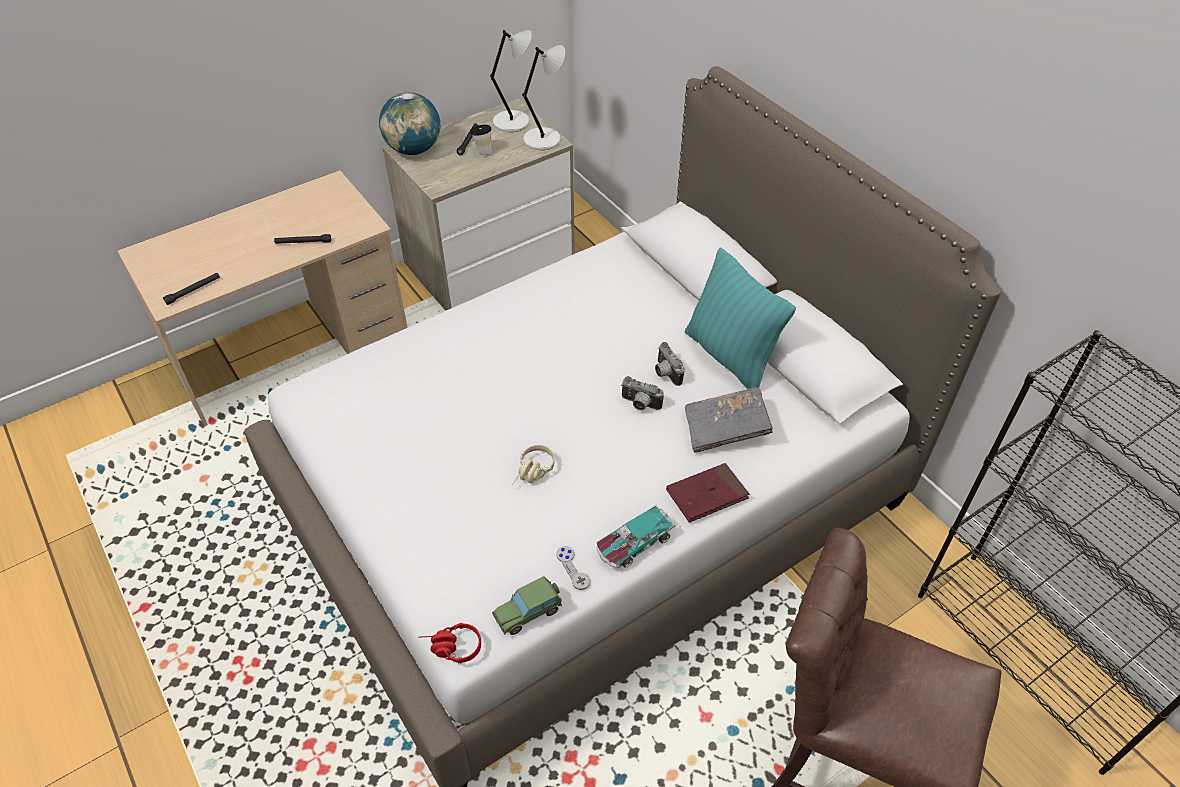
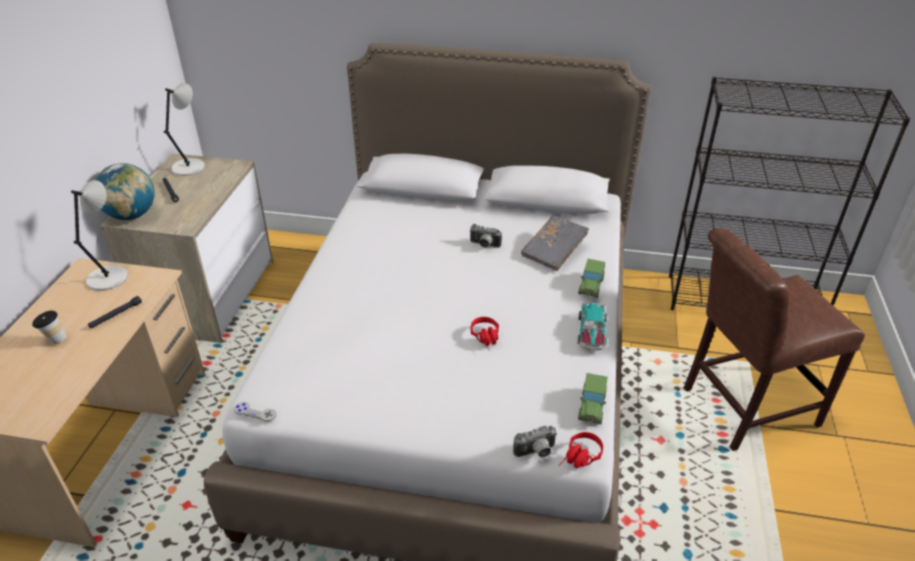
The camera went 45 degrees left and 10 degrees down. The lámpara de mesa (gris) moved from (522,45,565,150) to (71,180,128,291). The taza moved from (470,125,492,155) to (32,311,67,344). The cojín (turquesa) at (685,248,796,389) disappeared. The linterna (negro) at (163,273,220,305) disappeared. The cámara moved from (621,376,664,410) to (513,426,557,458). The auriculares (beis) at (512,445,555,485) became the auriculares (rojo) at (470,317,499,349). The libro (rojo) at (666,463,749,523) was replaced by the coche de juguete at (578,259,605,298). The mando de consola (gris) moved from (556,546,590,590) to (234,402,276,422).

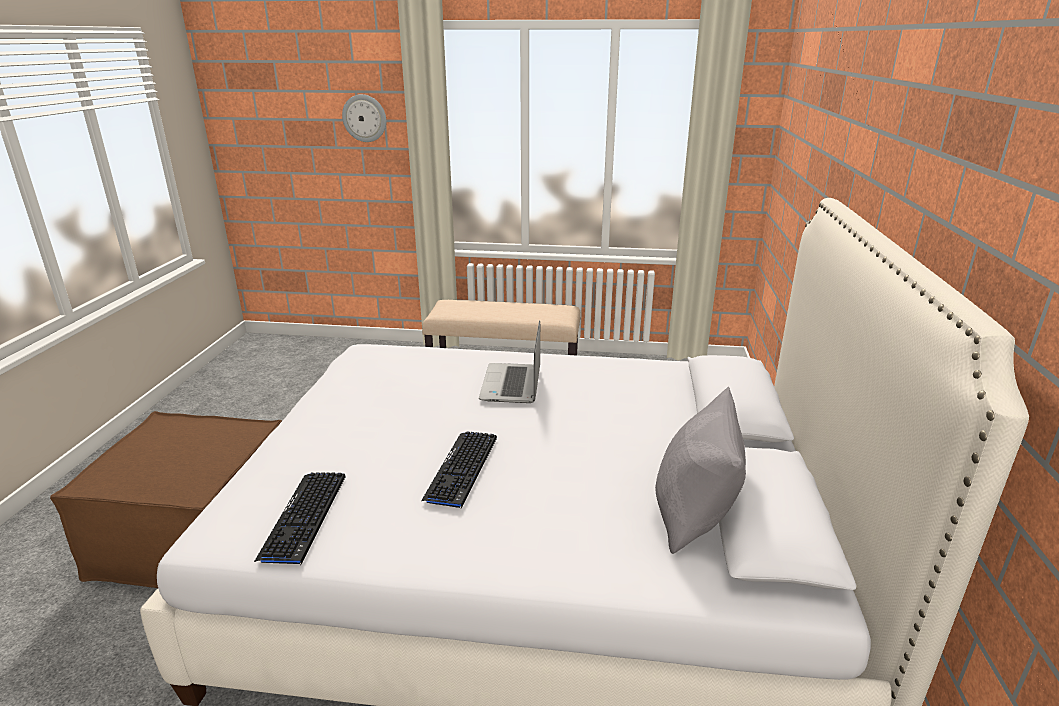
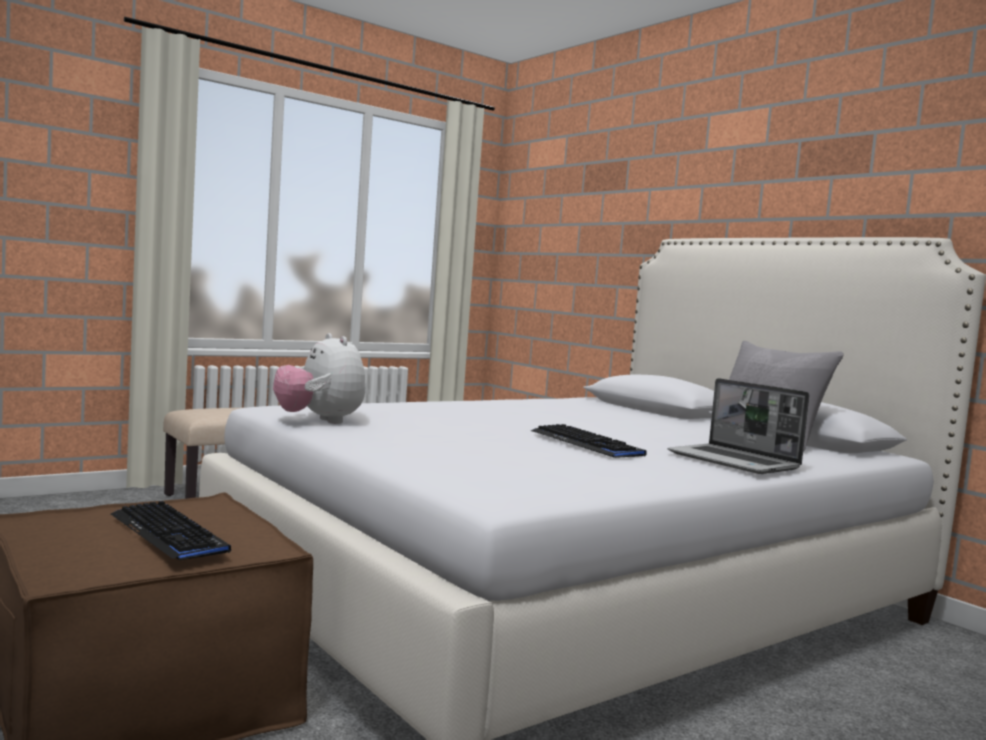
The camera went 45 degrees left and 20 degrees down. The reloj de pared at (342,94,386,142) disappeared. The portátil moved from (479,320,540,403) to (668,378,809,474). The teclado moved from (254,472,346,564) to (111,501,231,560). The peluche at (273,333,365,424) appeared.

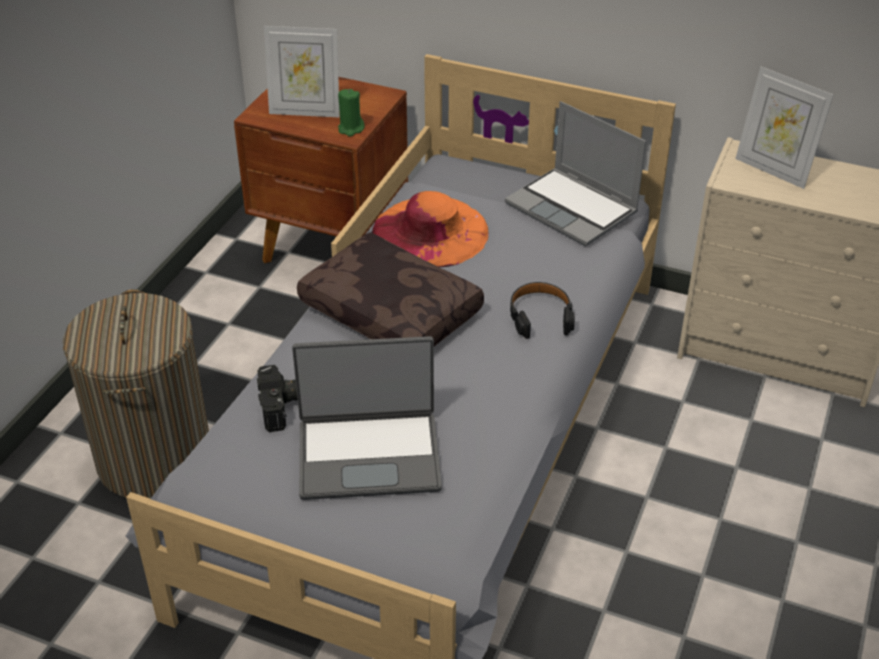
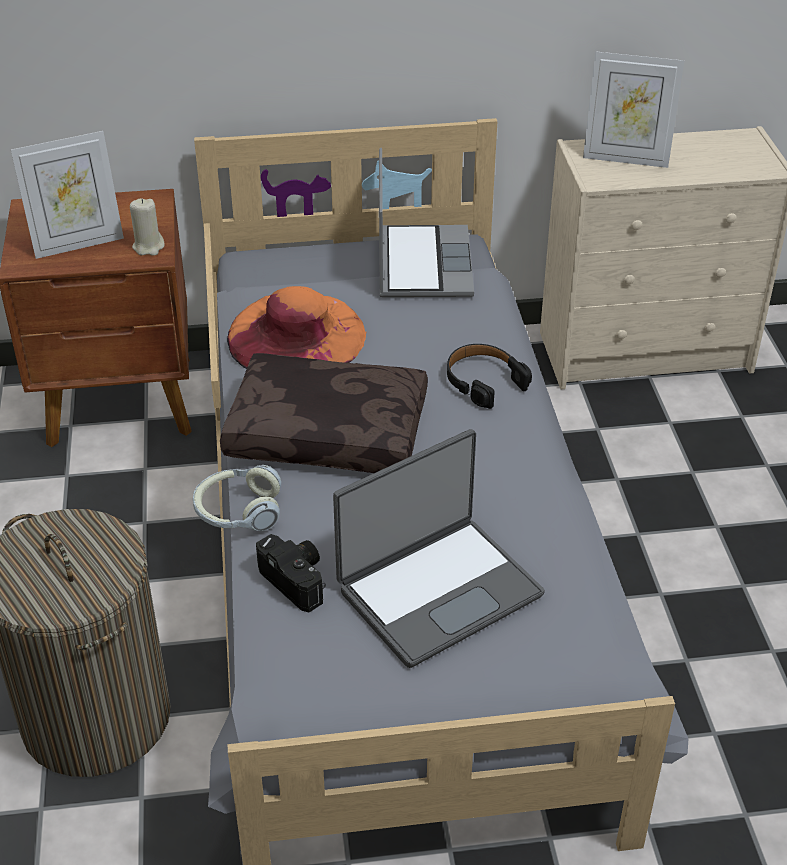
The camera went 30 degrees left and 0 degrees up. The vela (verde) at (338,89,365,137) became the vela (beis) at (130,198,165,256). The portátil at (505,101,646,246) turned 105 degrees counterclockwise. The auriculares at (193,465,281,531) appeared.

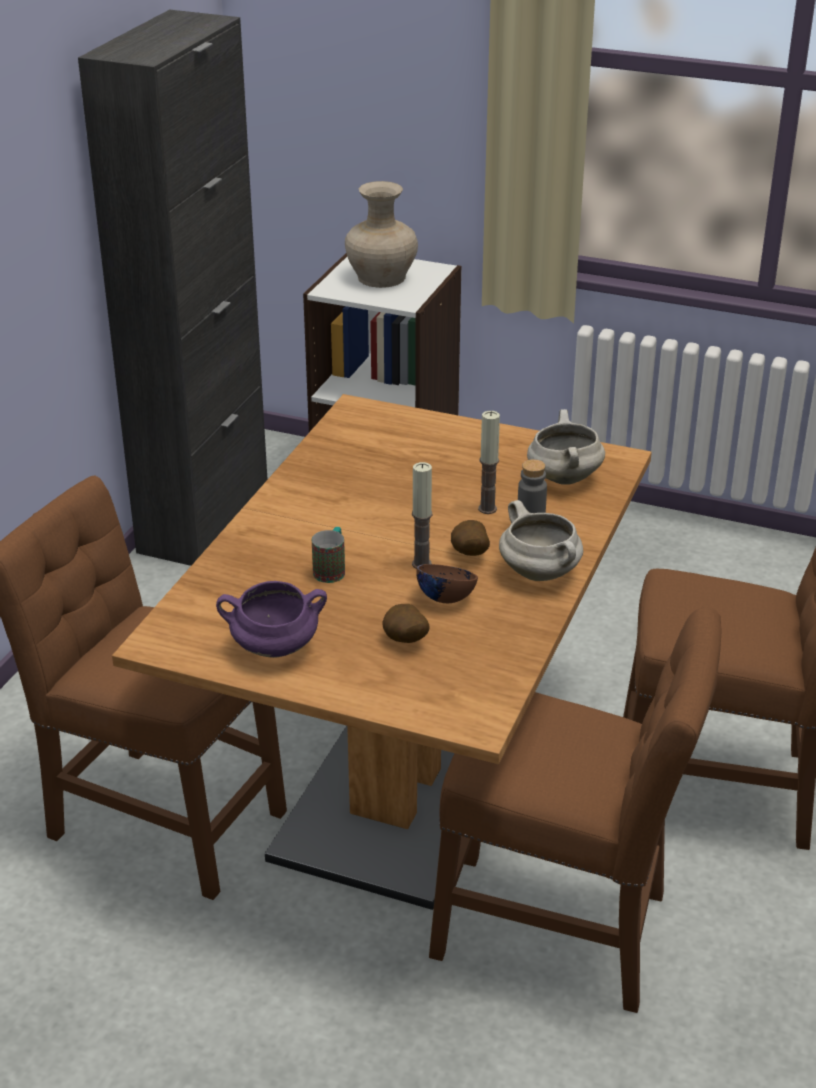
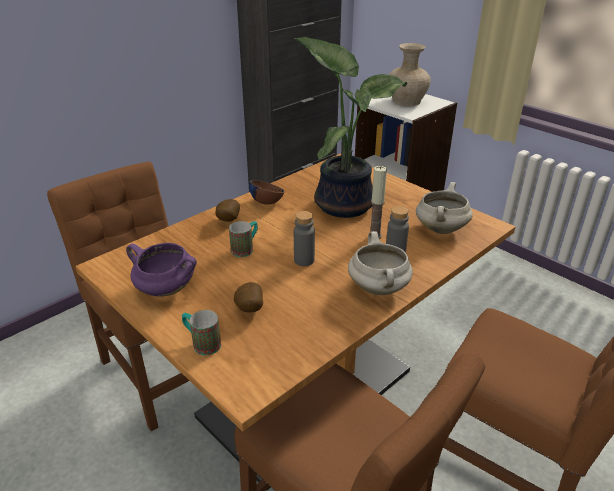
The camera went 25 degrees right and 0 degrees up. The vela at (412,462,432,569) was replaced by the botella (gris) at (294,211,315,266). The patata moved from (451,520,490,556) to (215,199,240,222). The cuenco (marrón) moved from (416,564,478,603) to (249,180,285,205). The planta en maceta at (295,37,407,218) appeared. The taza grande at (182,310,221,356) appeared.

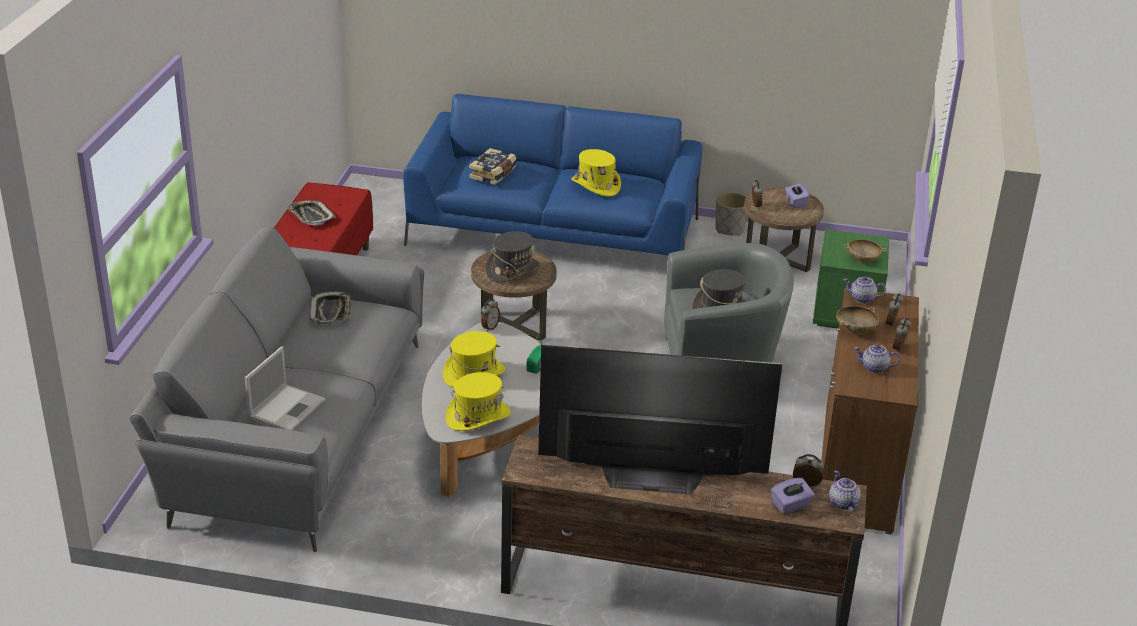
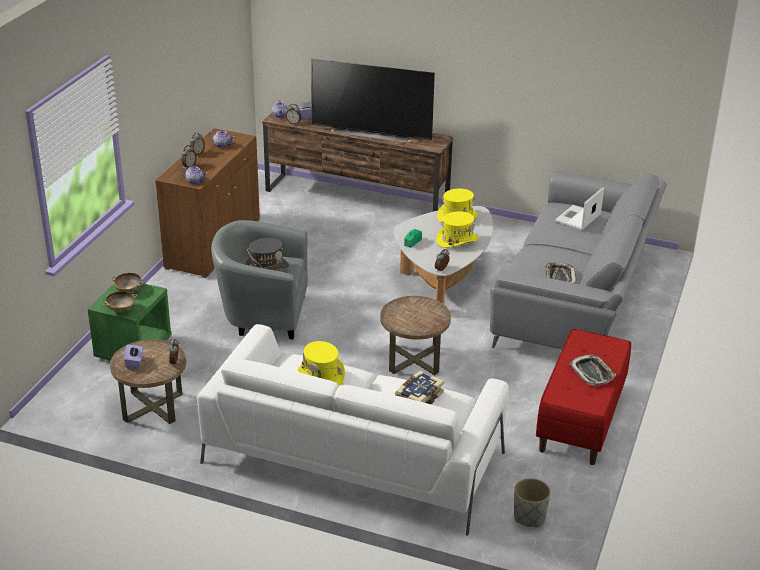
The camera went 170 degrees left and 0 degrees up. The sofá (azul) at (403,94,702,255) became the sofá (blanco) at (197,324,509,536). The maceta (gris) moved from (715,192,747,236) to (514,478,550,528). The sombrero (gris) at (486,231,540,282) disappeared. The cuenco (beis) moved from (836,306,879,333) to (103,291,137,311).

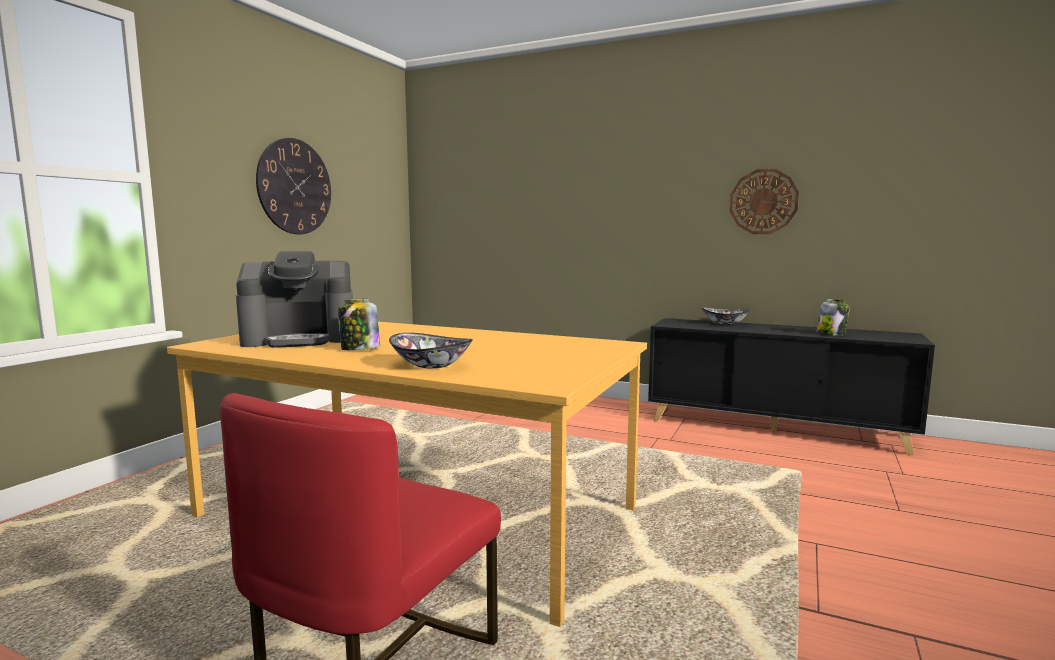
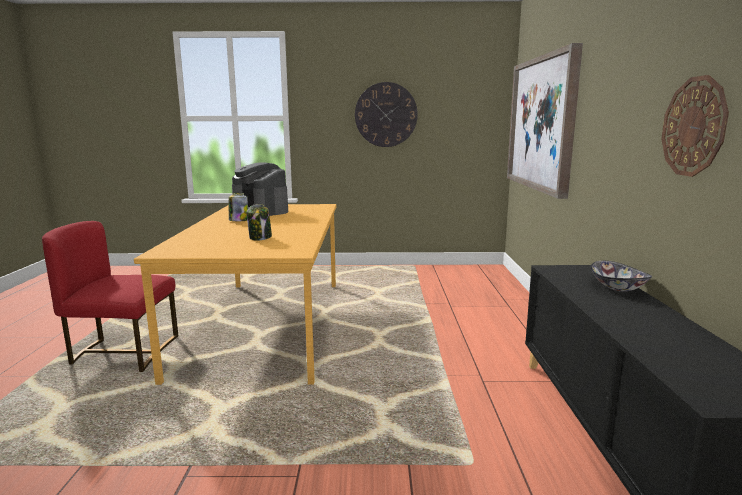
The camera went 65 degrees right and 5 degrees up. The tarro moved from (817,299,850,336) to (247,204,272,240). The cuenco at (389,333,473,369) disappeared. The cuadro at (507,43,583,199) appeared.

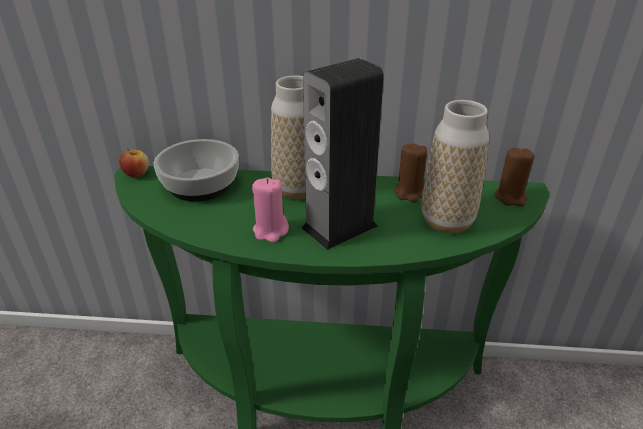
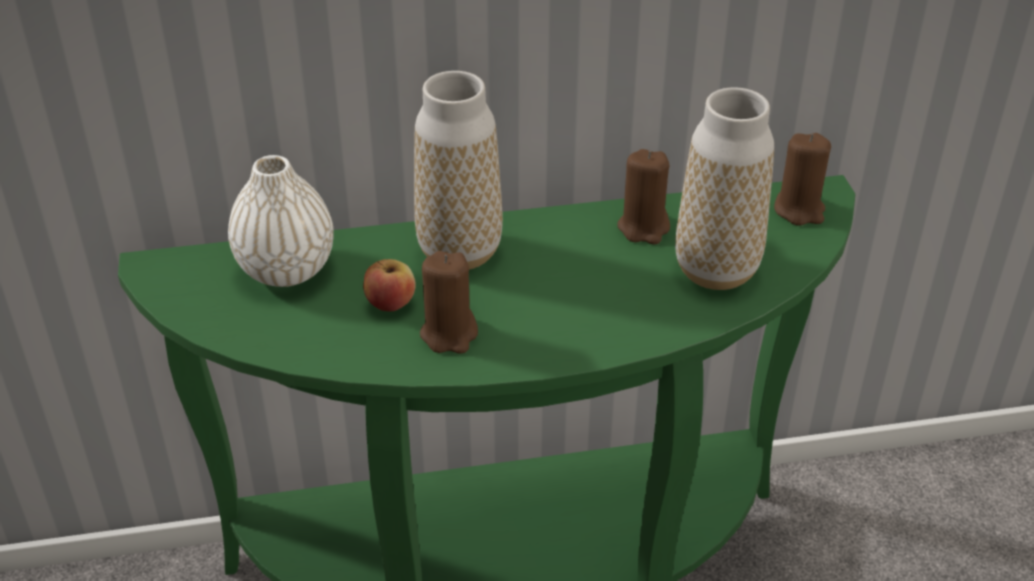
The camera went 15 degrees left and 5 degrees up. The altavoz at (302,58,384,250) disappeared. The cuenco at (154,139,239,202) was replaced by the florero (blanco) at (228,155,334,287). The manzana moved from (119,148,149,177) to (363,259,416,311). The vela (rosa) at (252,178,289,243) became the vela (marrón) at (420,251,478,354).

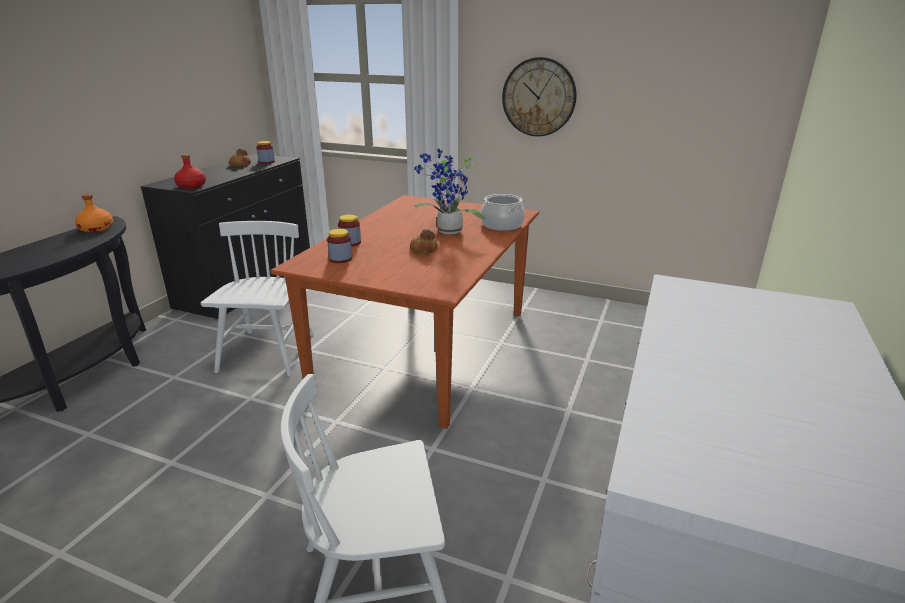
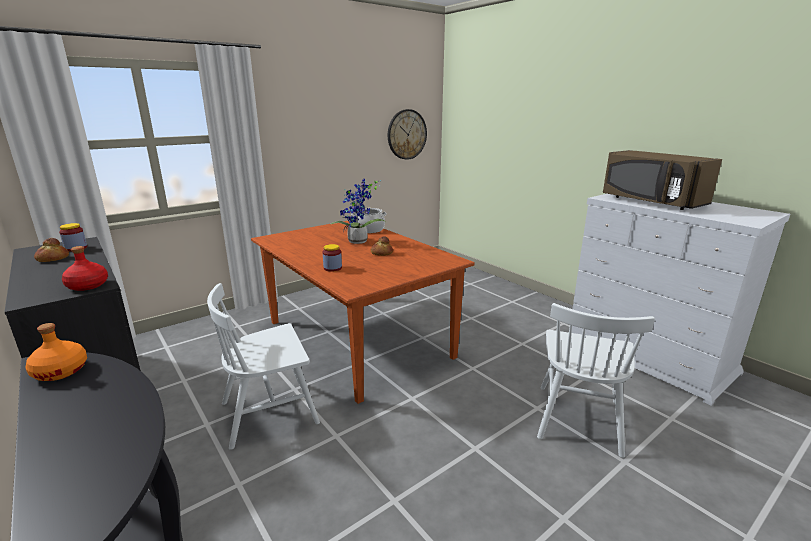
The camera went 60 degrees left and 5 degrees down. The reloj de pared moved from (502,57,577,136) to (388,109,427,160). The silla (blanco) at (201,221,314,376) turned 60 degrees counterclockwise. The tarro at (327,229,352,263) disappeared. The microondas (marrón) at (603,150,722,210) appeared.

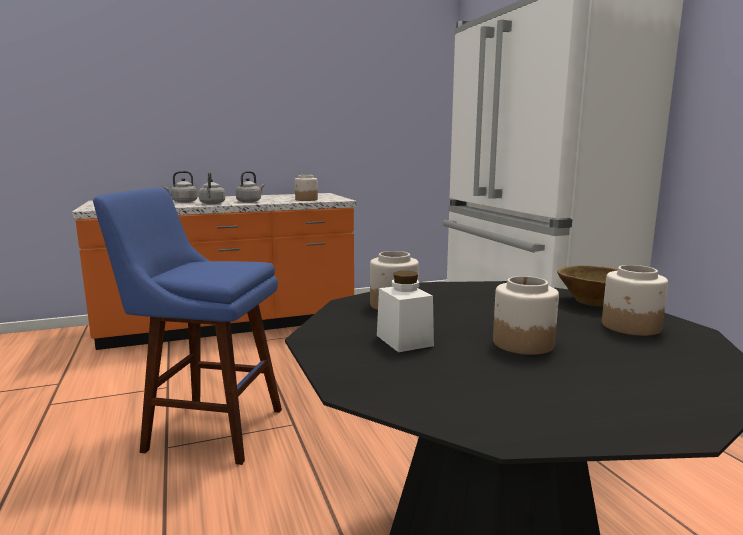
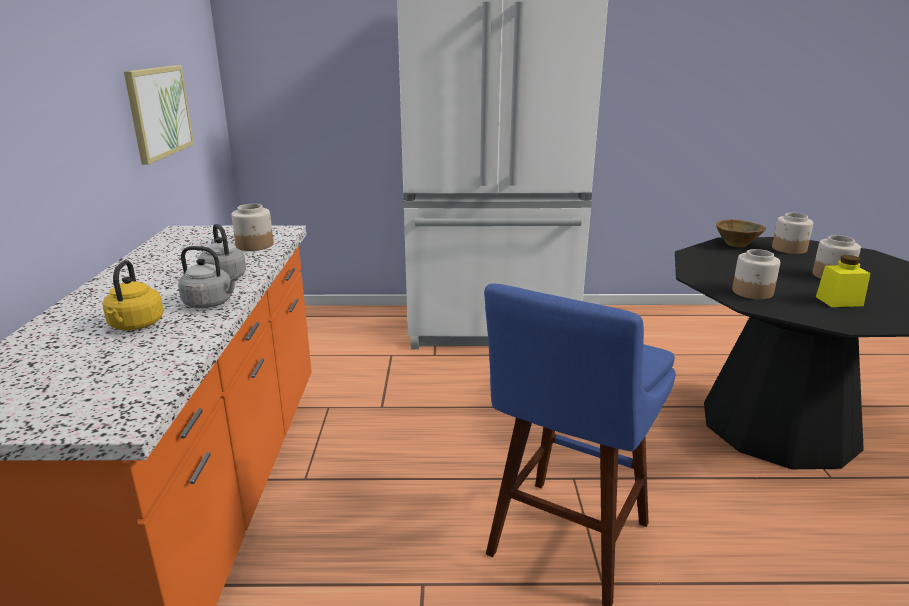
The camera went 70 degrees left and 10 degrees up. The hervidor (gris) at (163,171,198,203) became the hervidor (amarillo) at (102,260,164,330). The tarro (blanco) at (377,271,434,352) became the tarro (amarillo) at (816,255,871,307). The cuadro at (124,65,194,165) appeared.

